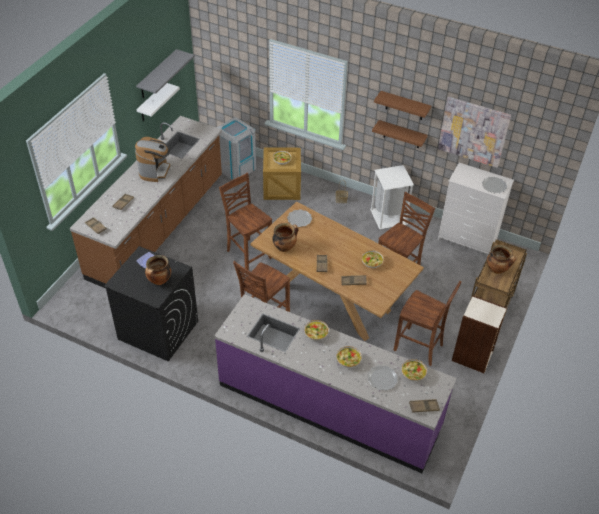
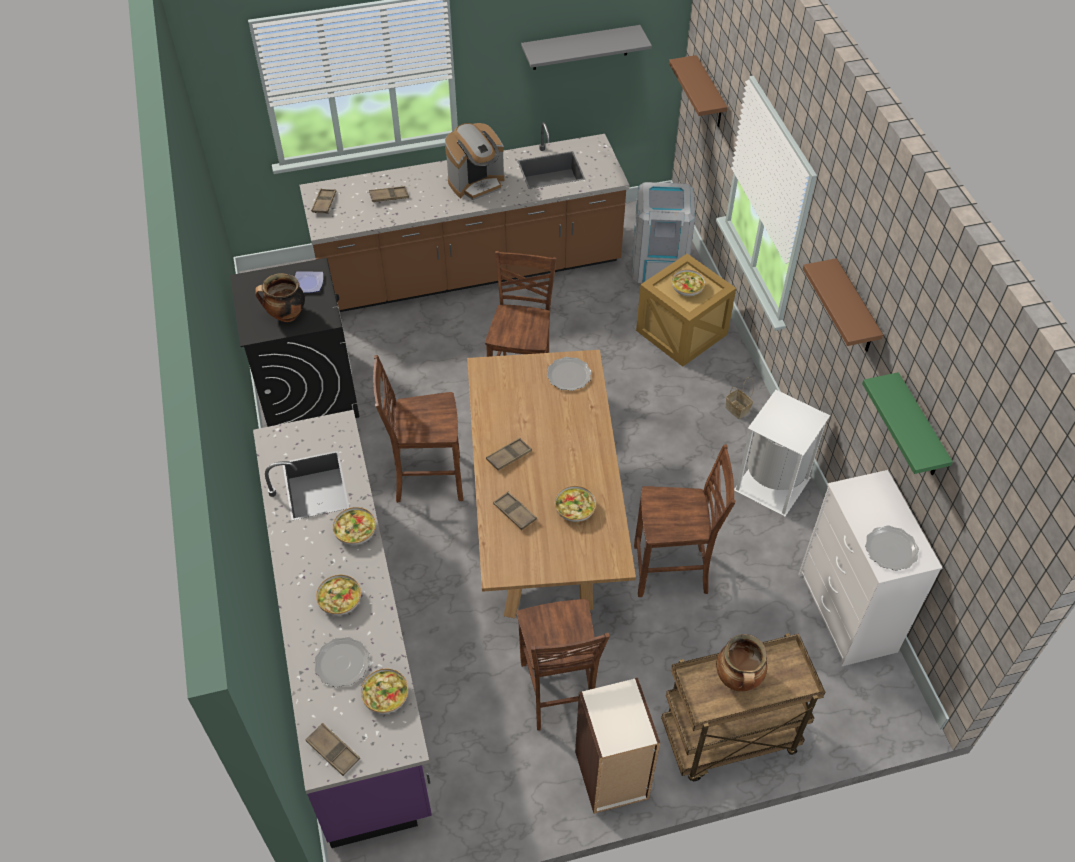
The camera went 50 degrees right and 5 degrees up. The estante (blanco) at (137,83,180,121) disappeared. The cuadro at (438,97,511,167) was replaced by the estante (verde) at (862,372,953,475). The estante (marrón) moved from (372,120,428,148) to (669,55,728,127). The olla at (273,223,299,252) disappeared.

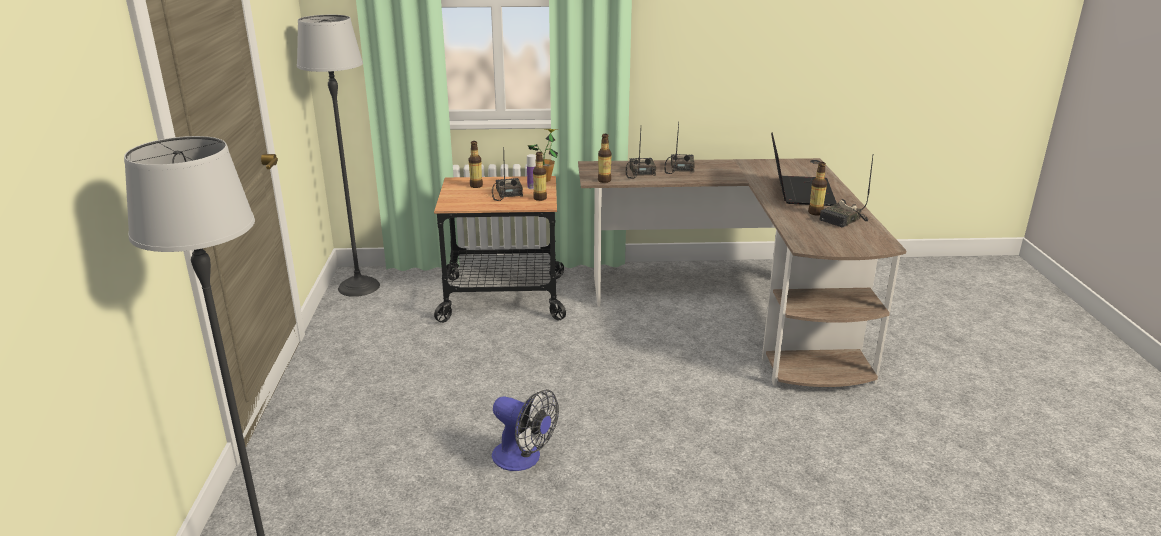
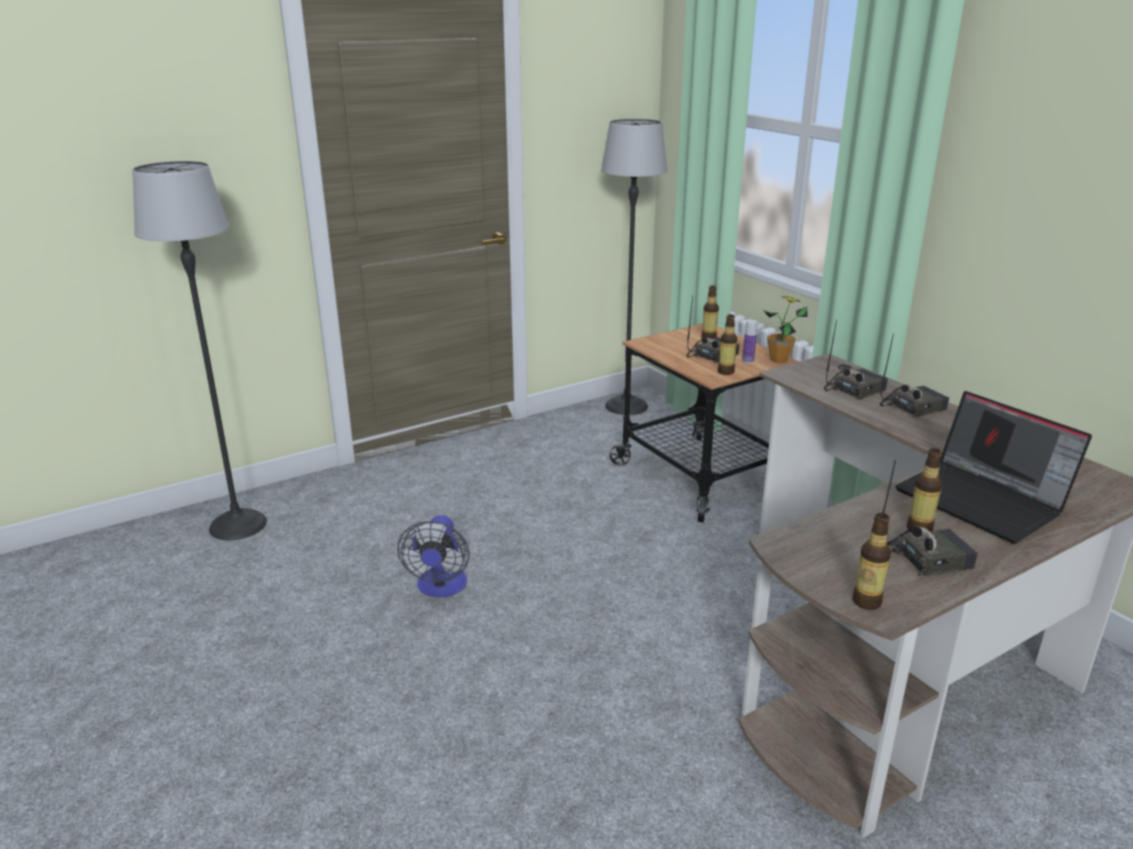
The camera went 60 degrees right and 0 degrees up. The portátil at (771,132,836,206) turned 75 degrees clockwise. The botella moved from (598,134,611,183) to (853,513,891,610). The radio at (819,156,873,228) turned 150 degrees clockwise.

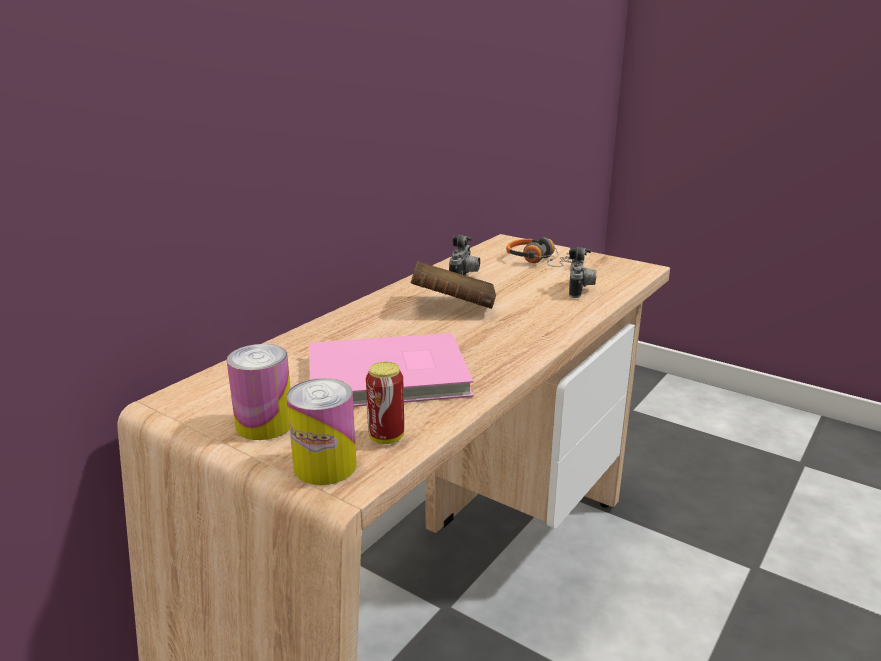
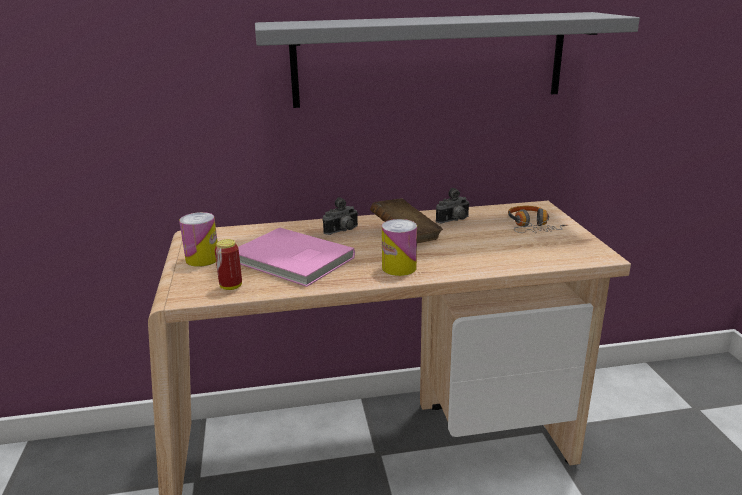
The camera went 45 degrees right and 0 degrees up. The cámara moved from (569,247,597,298) to (323,197,358,235). The lata moved from (287,378,357,485) to (382,219,417,276). The estante (gris) at (255,12,640,108) appeared.

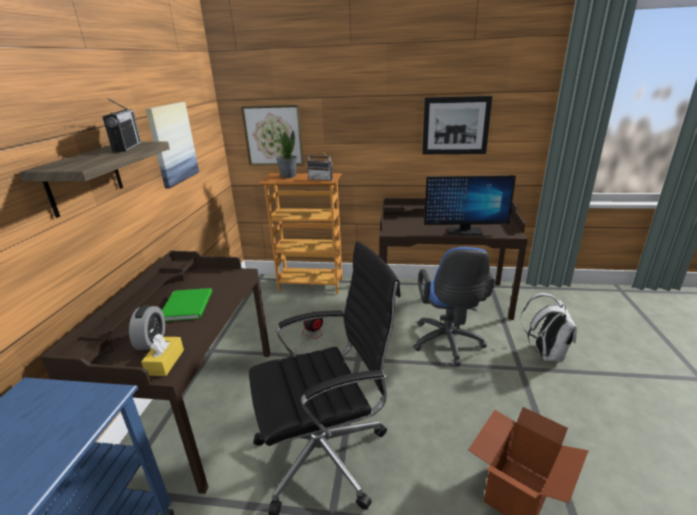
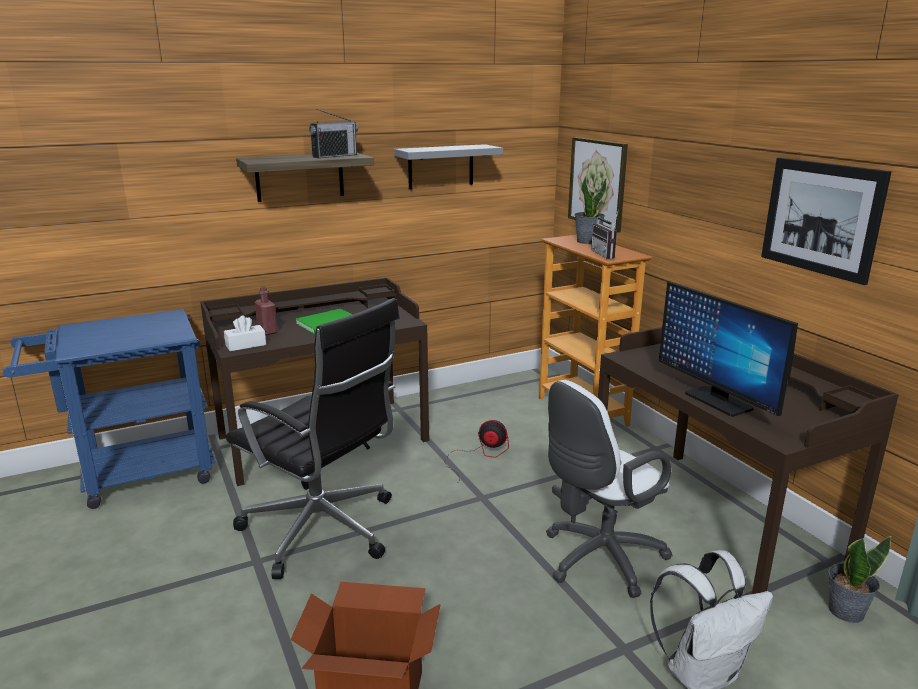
The camera went 55 degrees right and 5 degrees down. The cuadro at (146,102,199,189) was replaced by the estante (gris) at (394,144,503,189). The silla de oficina (azul) at (413,247,495,366) became the silla de oficina (blanco) at (546,380,672,598). The despertador at (129,305,165,350) was replaced by the botella (rojo) at (255,286,278,335). The caja de pañuelos (amarillo) at (141,334,184,376) became the caja de pañuelos (blanco) at (224,315,266,351). The planta en maceta at (828,536,891,623) appeared.

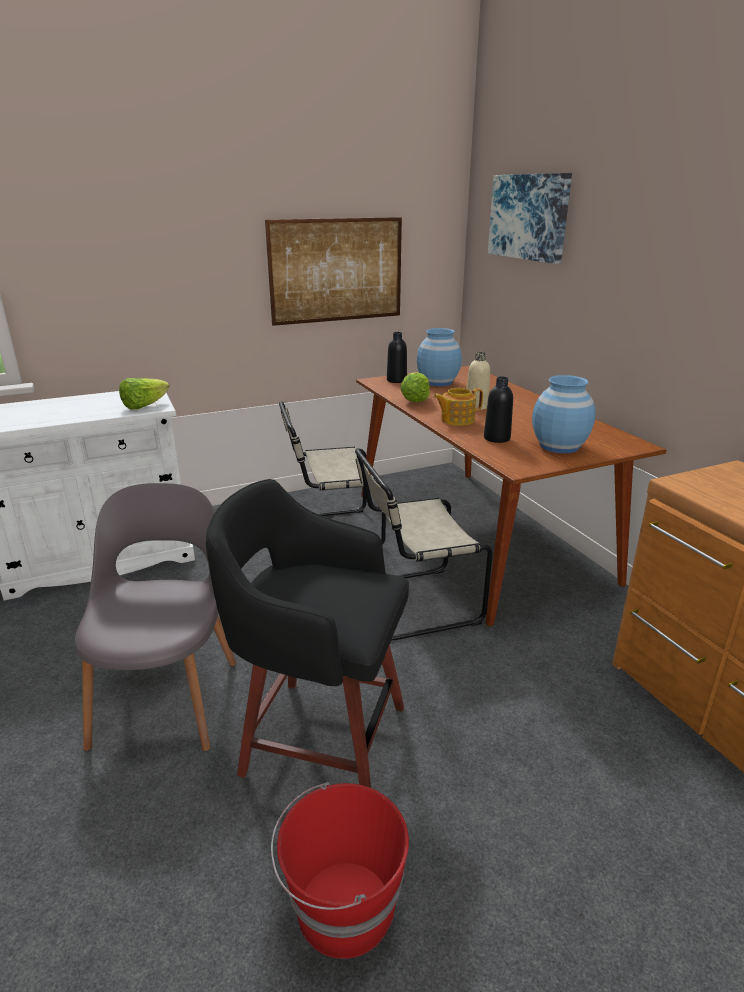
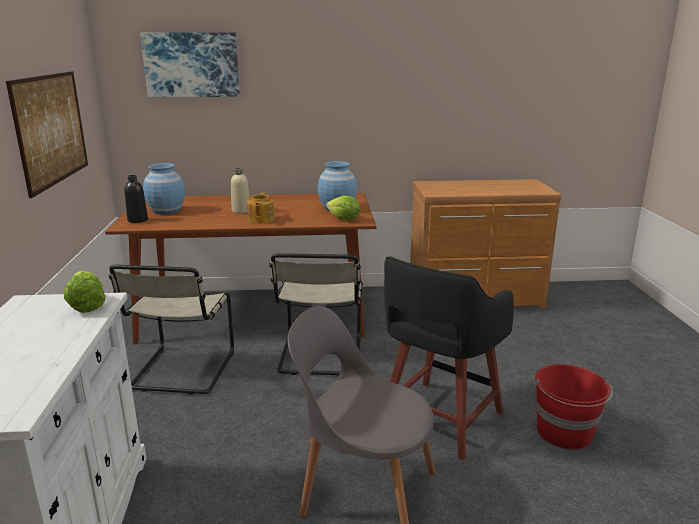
The camera went 70 degrees left and 5 degrees down. The lechuga moved from (400,372,430,402) to (326,196,360,220). The botella (negro) at (484,377,513,443) disappeared.

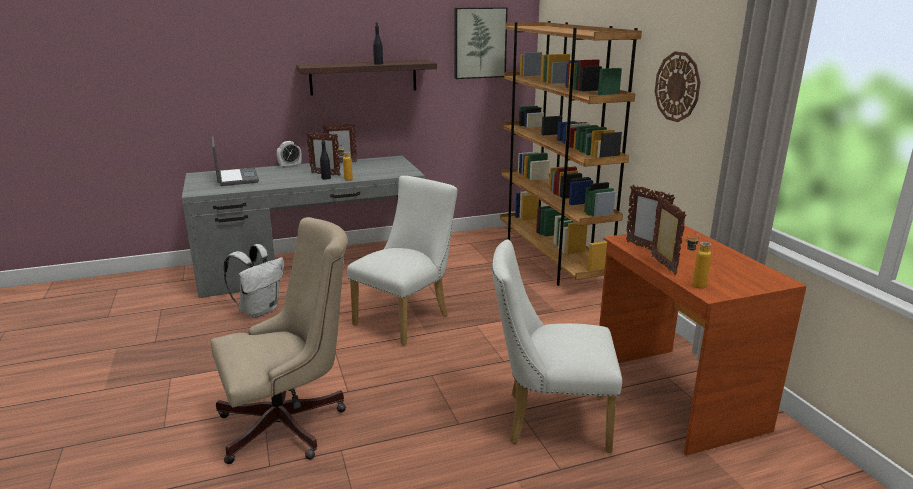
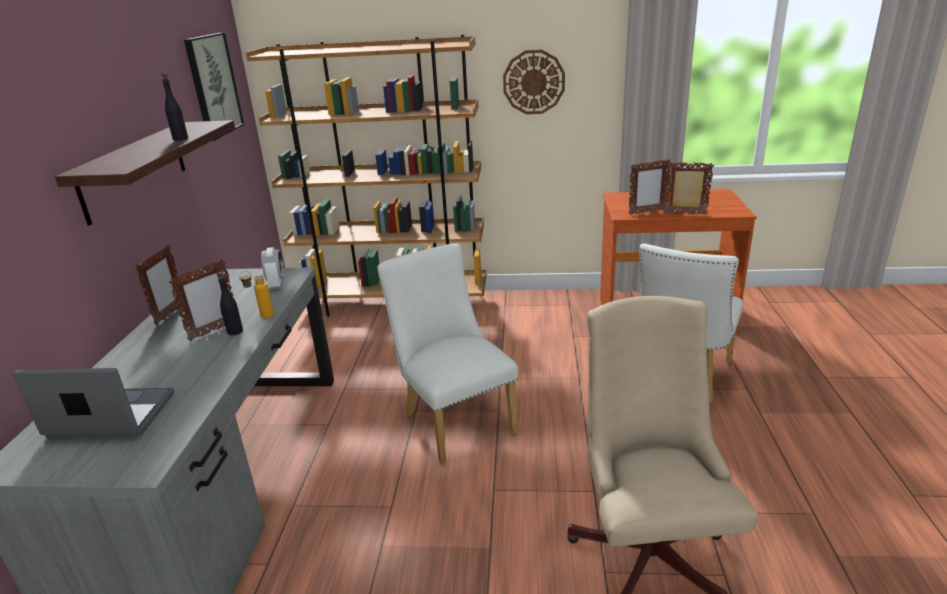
The camera went 65 degrees left and 5 degrees up. The despertador moved from (277,141,302,168) to (261,247,284,289). The botella at (686,233,712,289) disappeared. The mochila (blanco) at (224,244,284,317) disappeared.

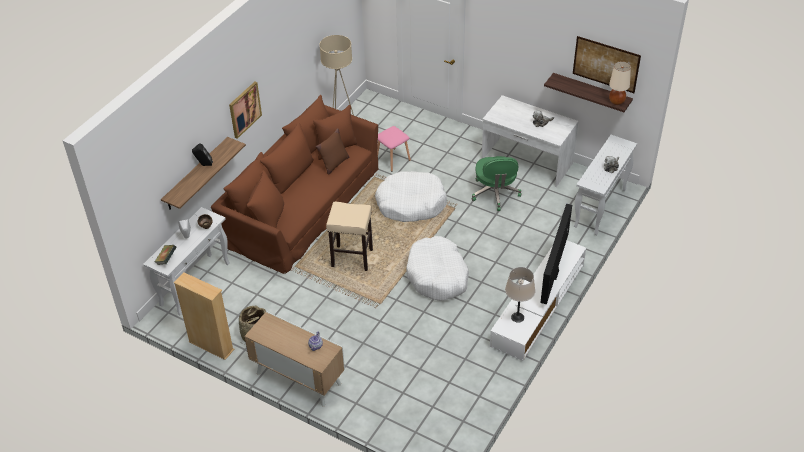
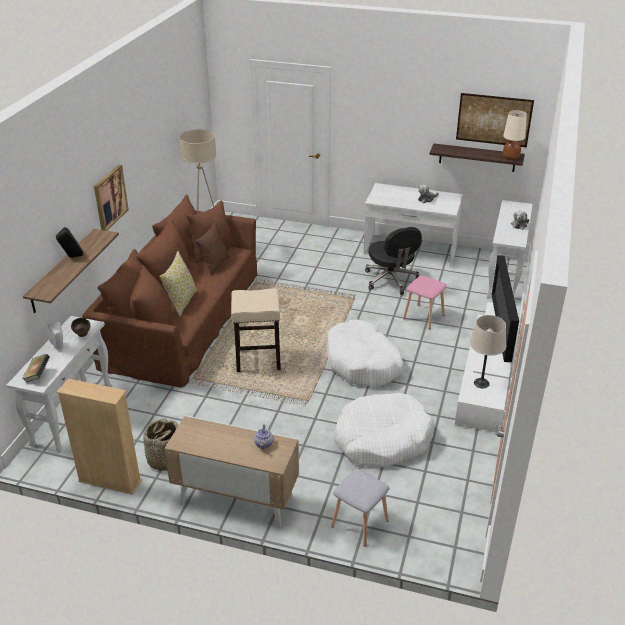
The camera went 15 degrees left and 10 degrees down. The taburete (rosa) moved from (377,126,411,172) to (403,275,447,329). The silla de oficina (verde) at (471,156,521,211) became the silla de oficina (negro) at (365,227,422,295). The cama para perro (blanco) moved from (375,171,447,222) to (334,393,434,467). The cojín at (159,251,197,316) appeared. The taburete (gris) at (331,469,390,547) appeared.

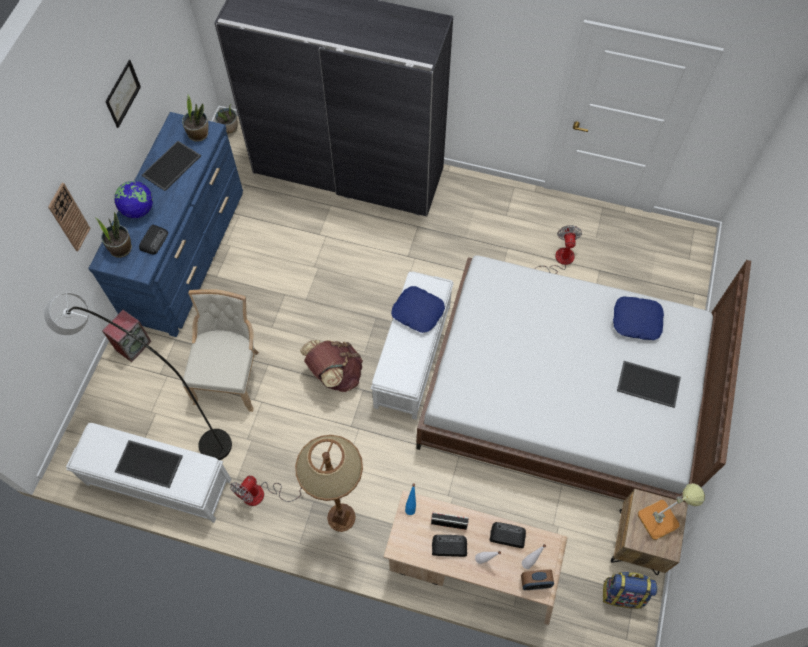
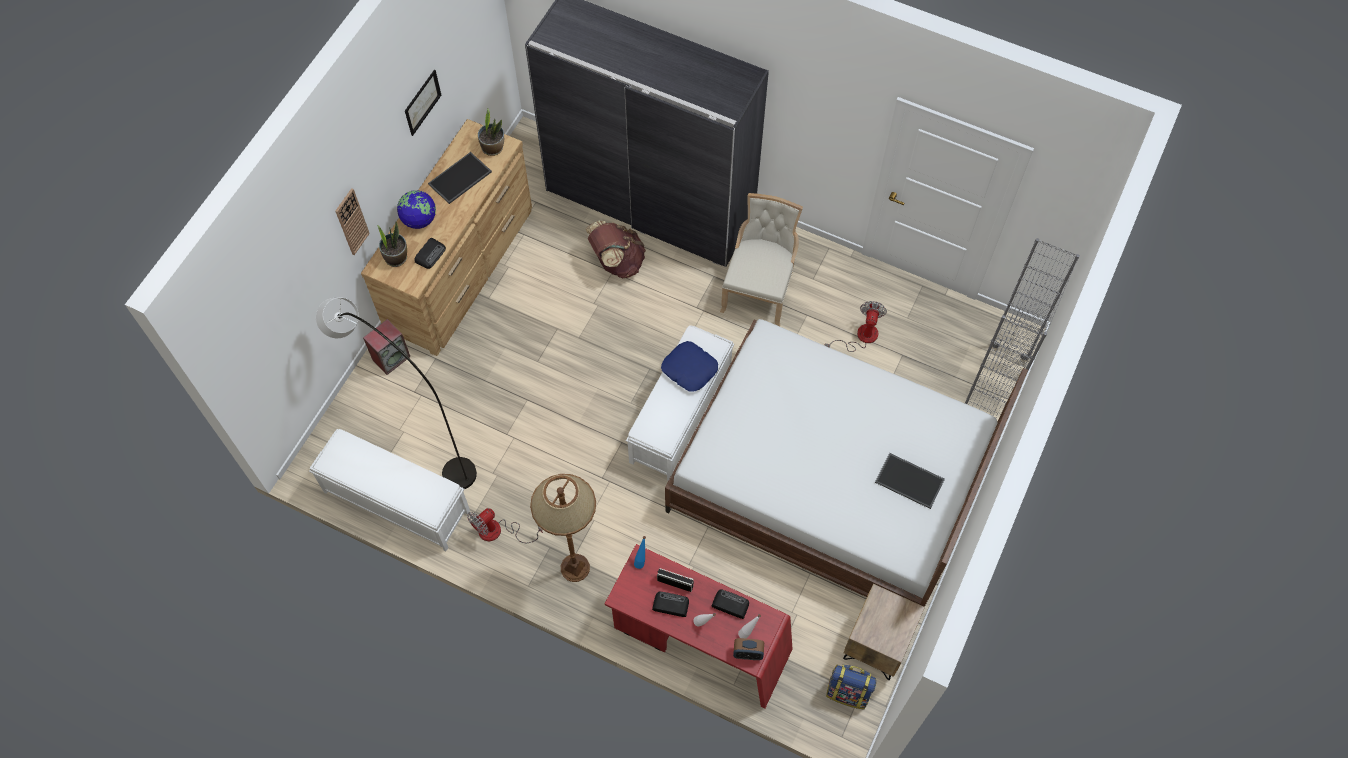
The camera went 10 degrees right and 0 degrees up. The planta en maceta at (215,104,238,134) disappeared. The cómoda (azul) at (88,112,243,337) became the cómoda (marrón) at (361,119,532,356). The silla (beis) moved from (182,289,259,412) to (720,193,803,326). The cojín (azul) at (613,296,664,340) disappeared. The mochila (marrón) moved from (300,340,363,392) to (585,220,646,278). The bandeja at (115,440,183,488) disappeared. The lámpara de mesa at (638,483,705,540) disappeared. The escritorio (beis) at (384,490,567,625) became the escritorio (rojo) at (605,544,792,708). The estantería (gris) at (965,238,1080,417) appeared.

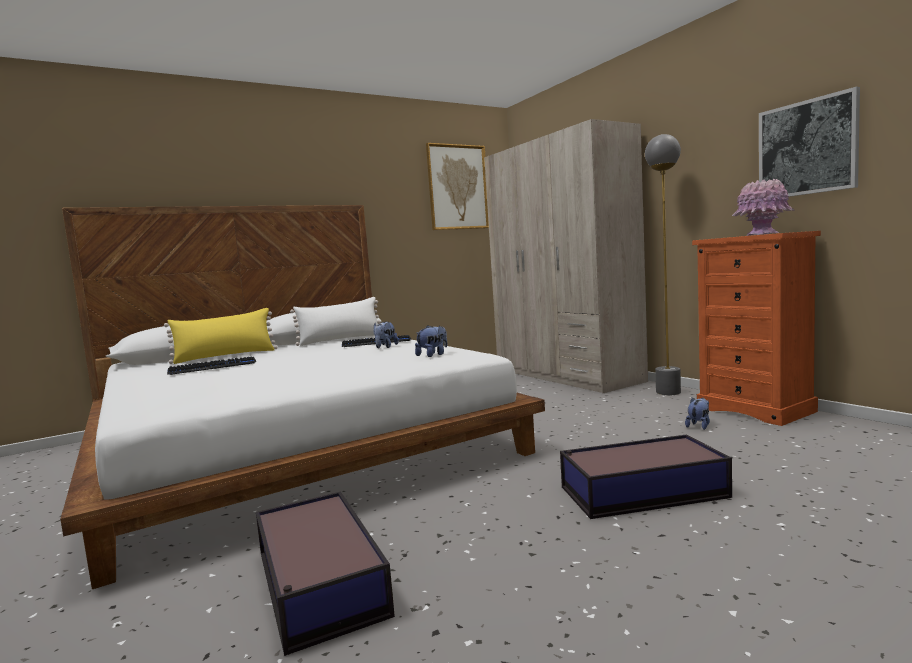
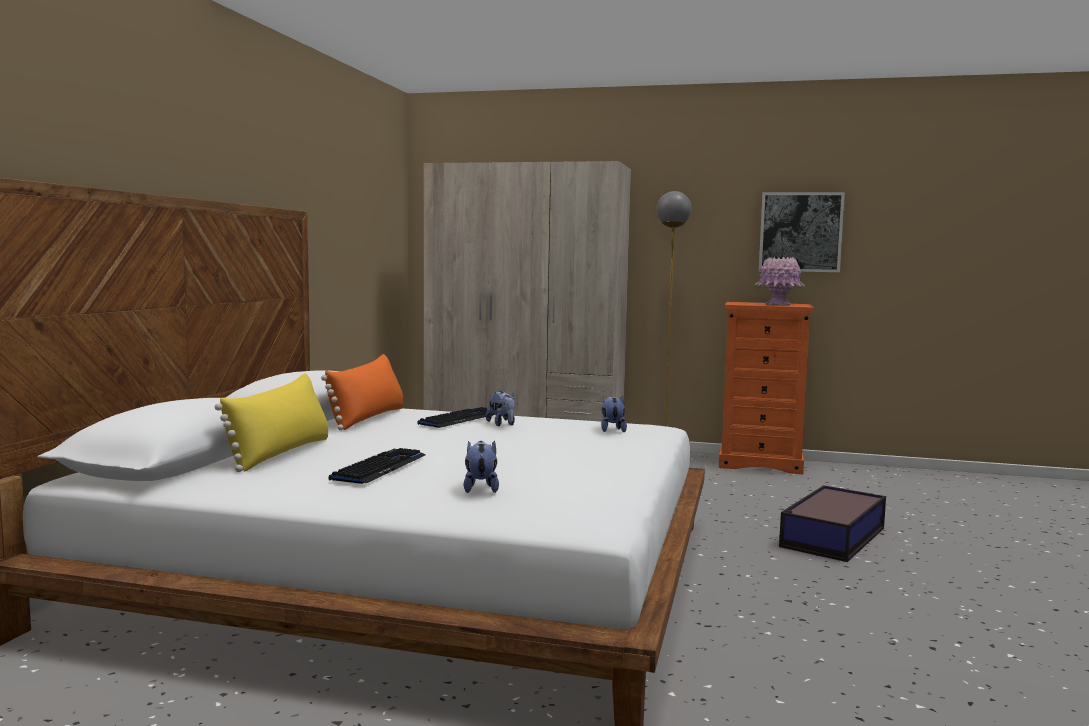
The camera went 45 degrees left and 0 degrees up. The cuadro at (426,143,489,230) disappeared. The cojín (blanco) at (290,297,380,346) became the cojín (naranja) at (321,354,403,430). The peluche moved from (685,397,710,430) to (464,441,499,493). The caja de almacenaje at (256,492,395,656) disappeared.

